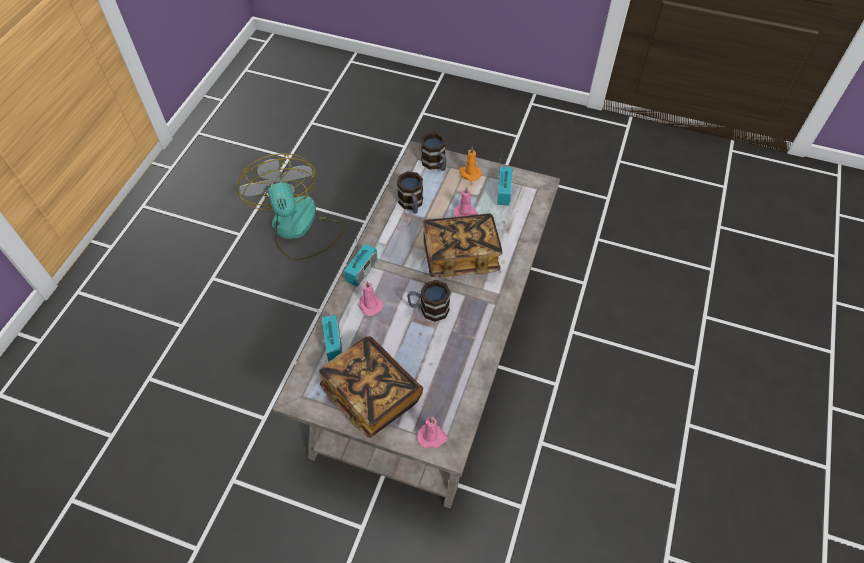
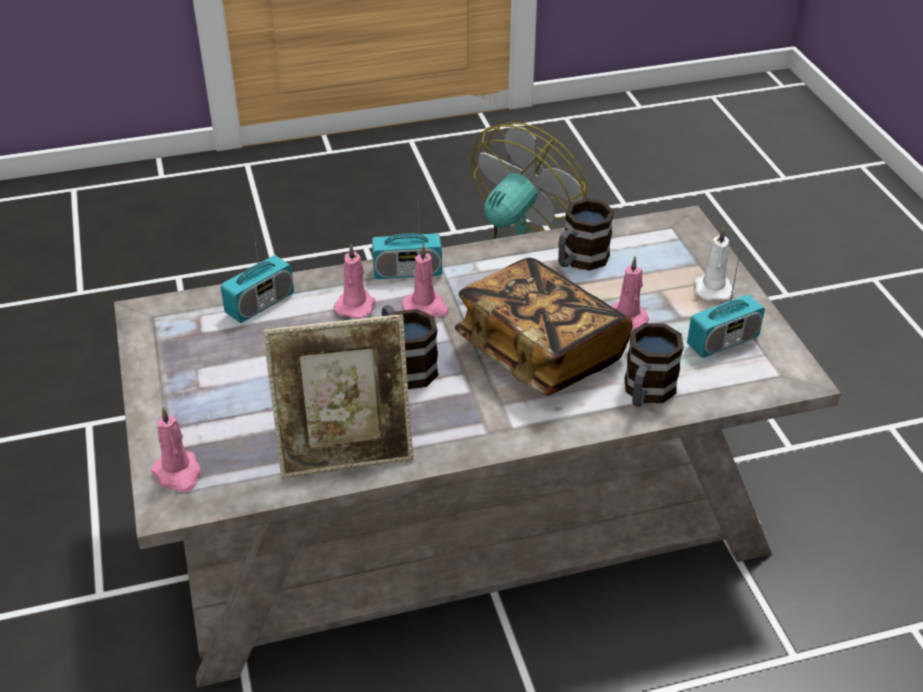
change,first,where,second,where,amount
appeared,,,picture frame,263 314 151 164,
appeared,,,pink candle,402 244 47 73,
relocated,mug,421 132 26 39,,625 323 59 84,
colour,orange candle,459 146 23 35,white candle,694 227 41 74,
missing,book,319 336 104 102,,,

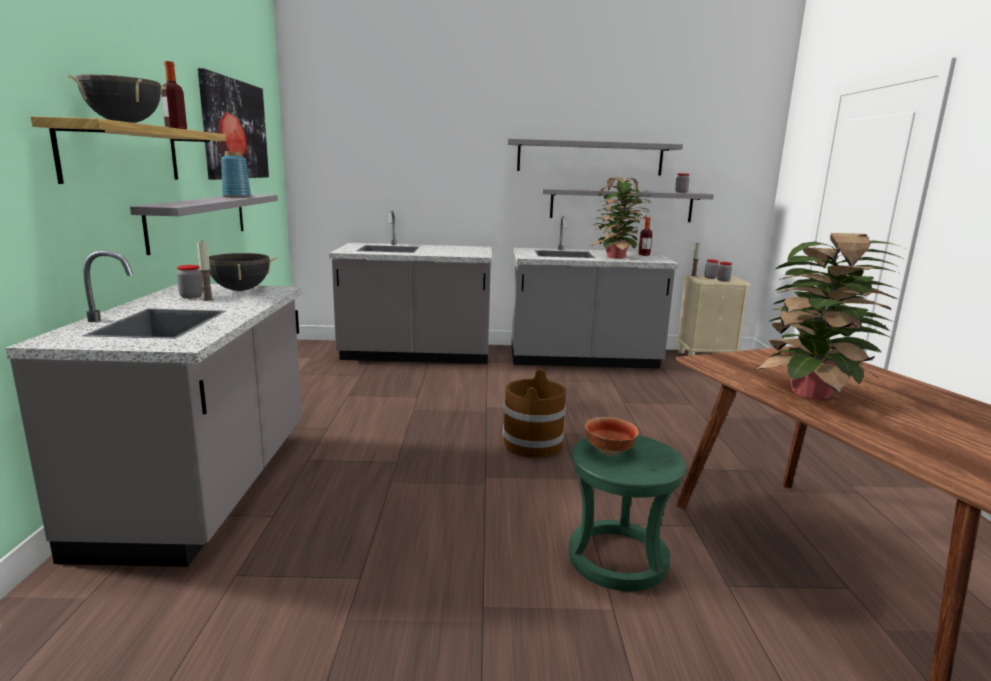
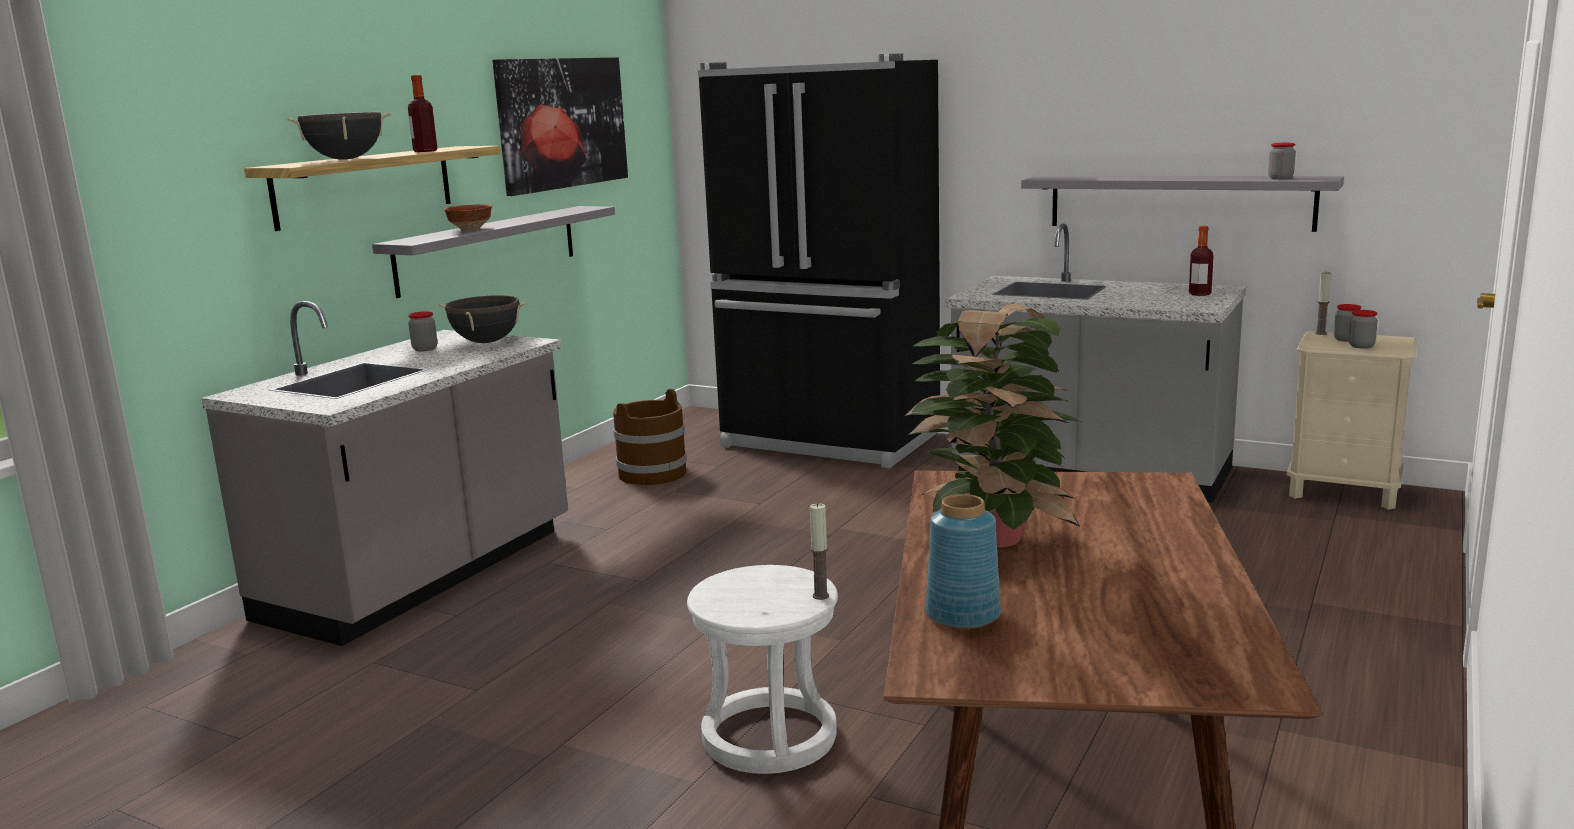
change,first,where,second,where,amount
relocated,bowl,585 417 54 38,,444 204 48 27,
relocated,brown bucket,503 369 63 89,,613 389 74 96,
colour,green stool,569 435 117 156,white stool,687 565 151 209,
exchanged,grey counter,329 211 163 153,black fridge,698 54 242 414,
relocated,candle,197 242 17 59,,810 503 19 97,
relocated,blue vase,221 151 30 47,,926 494 75 135,
missing,grey shelf,507 139 176 37,,,
missing,potted plant,591 177 59 82,,,

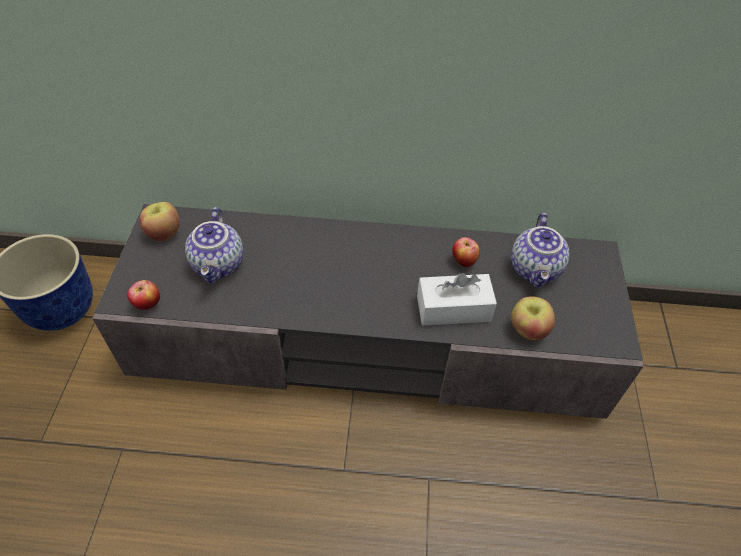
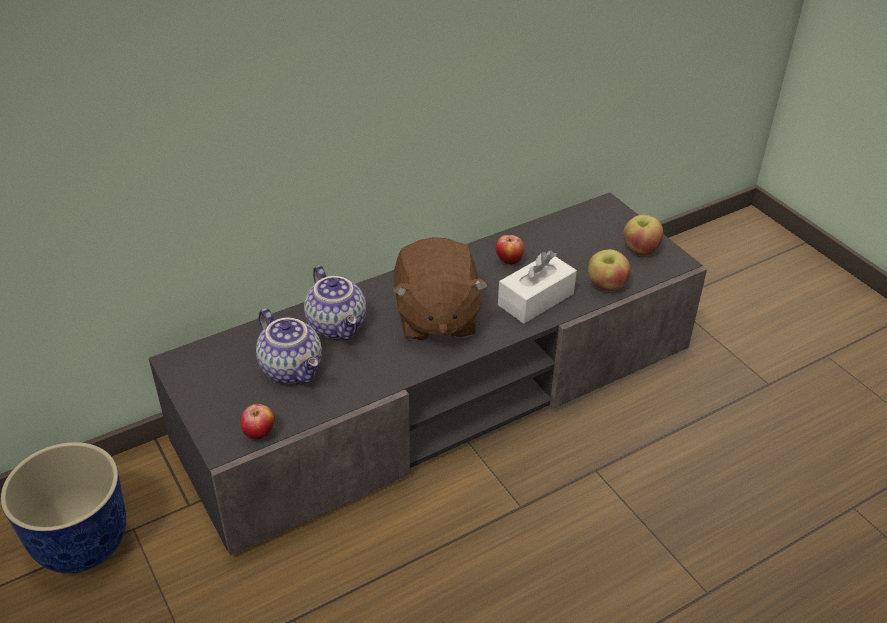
change,first,where,second,where,amount
relocated,teapot,511 213 59 75,,304 265 62 75,
appeared,,,brown plush toy,392 237 96 104,
relocated,apple,139 202 41 39,,623 215 40 41,

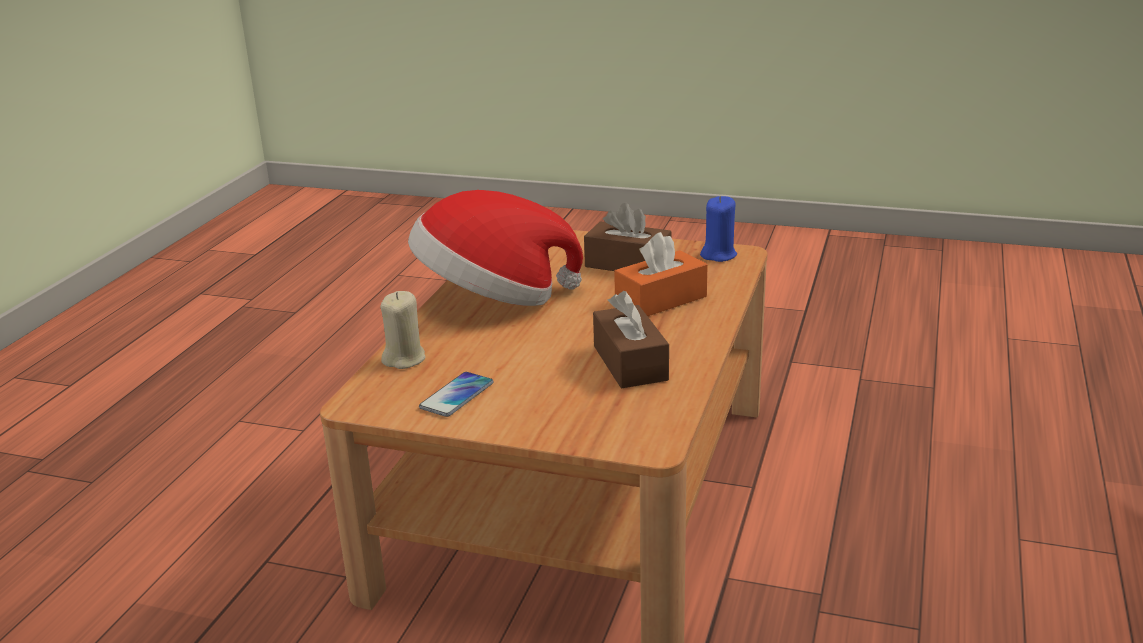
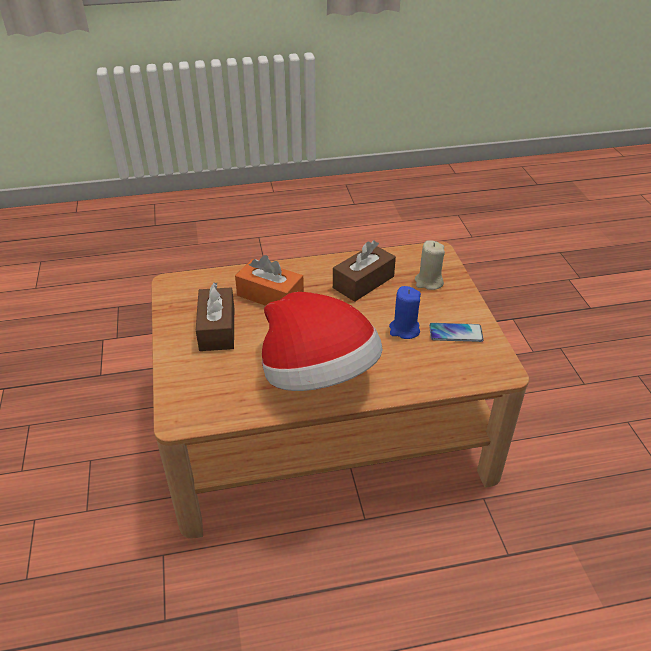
change,first,where,second,where,amount
relocated,blue candle,700 196 37 66,,389 286 32 53,
relocated,beige candle,380 291 45 78,,415 240 30 50,

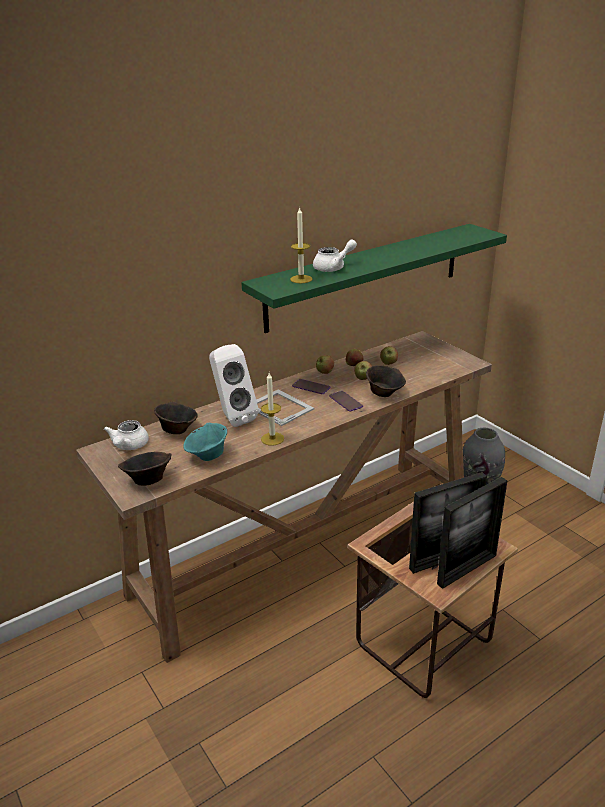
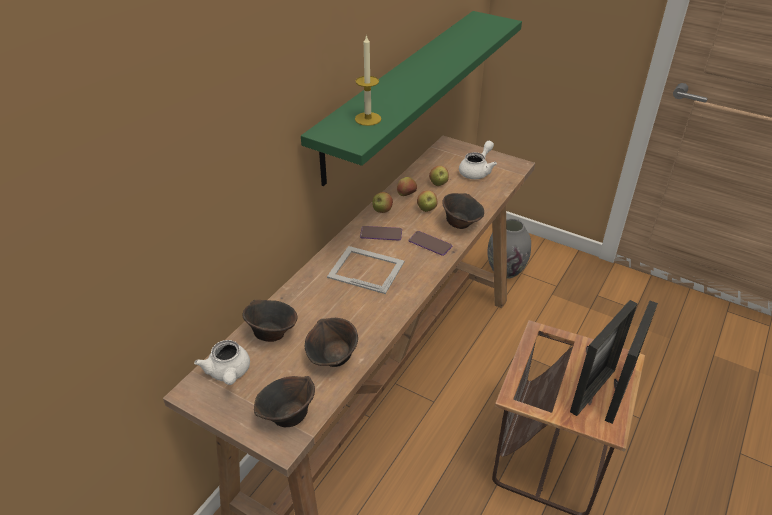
change,first,where,second,where,amount
colour,turquoise bowl,184 422 43 39,brown bowl,305 318 53 49,
relocated,white teapot,313 239 44 33,,459 141 38 38,
missing,white speaker,209 344 50 83,,,
missing,candle,261 373 23 73,,,

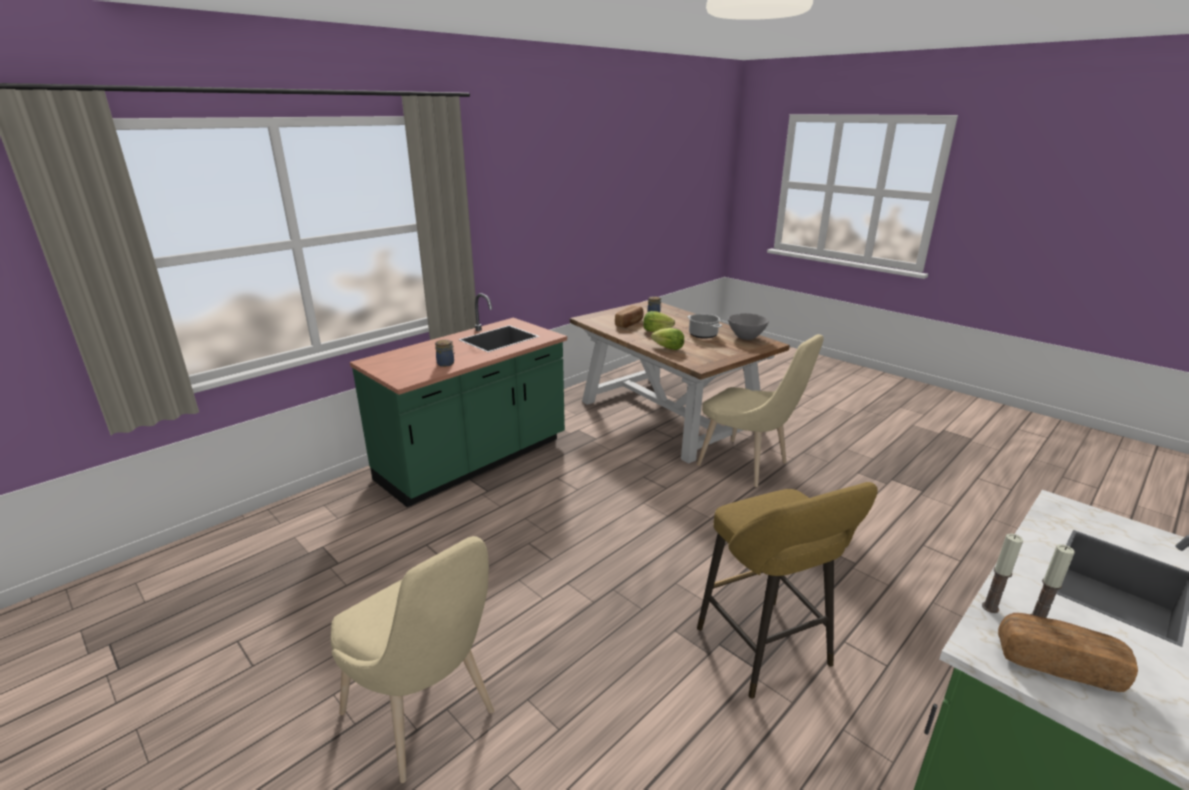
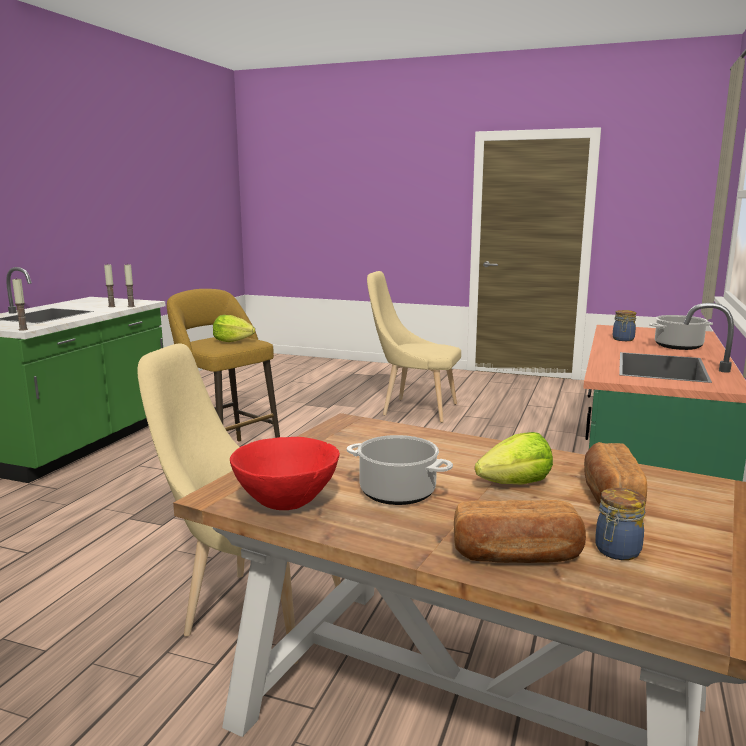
change,first,where,second,where,amount
appeared,,,candle,12 278 16 52,
relocated,lettuce,651 328 33 22,,213 315 42 27,
colour,grey bowl,728 313 41 27,red bowl,230 437 110 73,
relocated,bread,998 613 140 79,,454 500 132 63,
appeared,,,cooking pot,649 315 64 35,

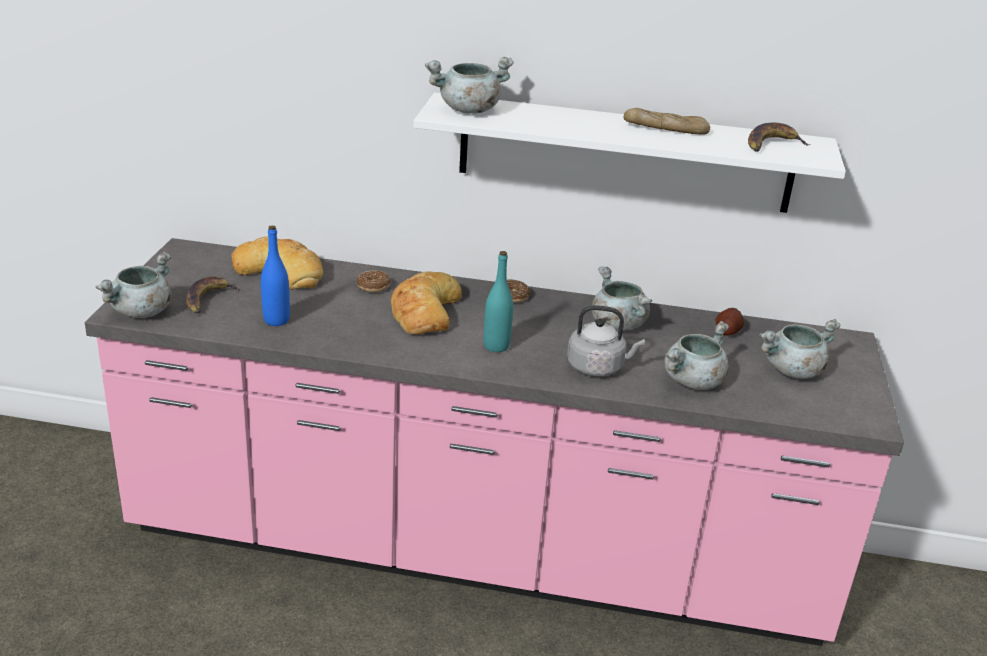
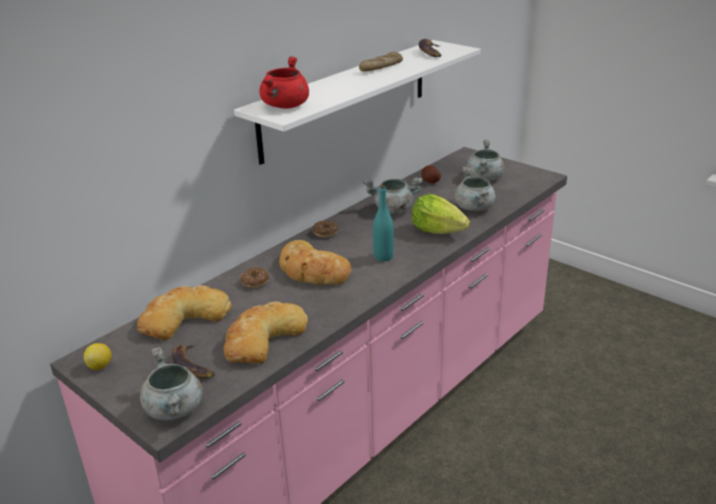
change,first,where,second,where,amount
appeared,,,lemon,83 343 29 27,
exchanged,blue bottle,261 225 29 101,bread,224 302 84 62,
colour,grey cooking pot,425 57 89 57,red cooking pot,259 56 50 53,
exchanged,grey kettle,567 305 78 72,lettuce,412 194 58 40,

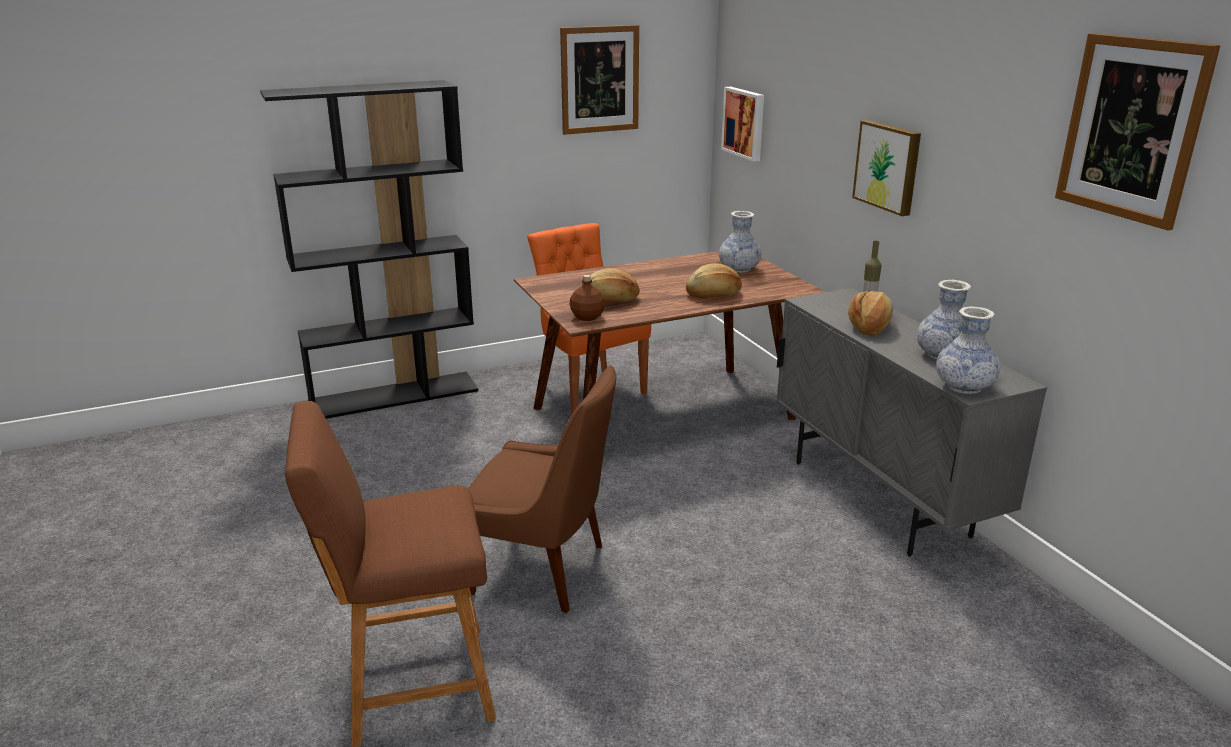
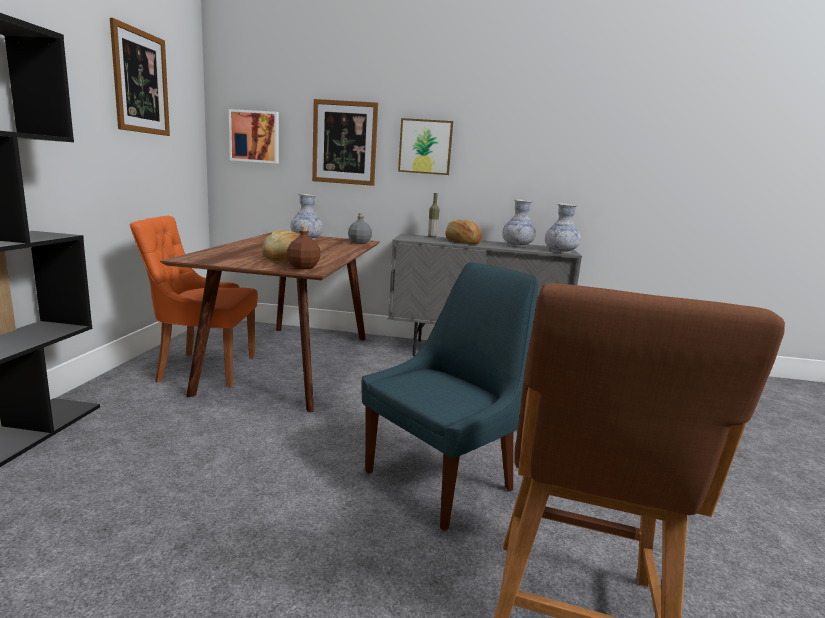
change,first,where,second,where,amount
relocated,picture,1055 33 165 198,,312 99 66 87,
appeared,,,grey bottle,348 213 24 31,
colour,brown chair,468 365 148 248,blue chair,362 262 176 269,
missing,bread,686 263 56 35,,,

